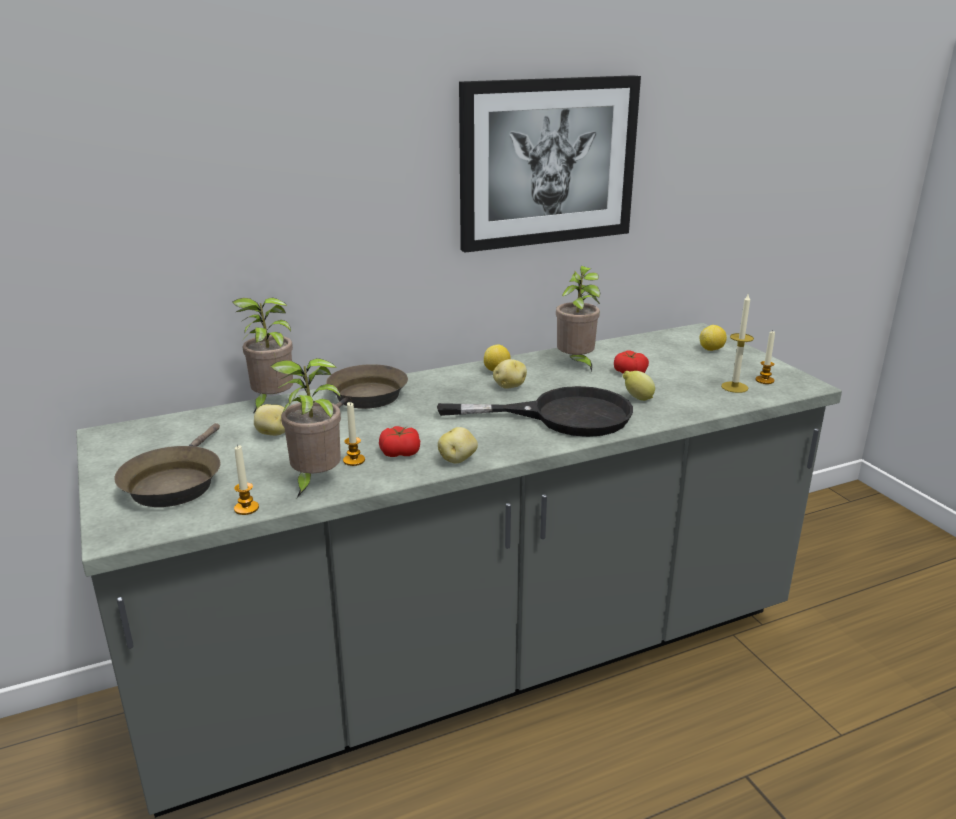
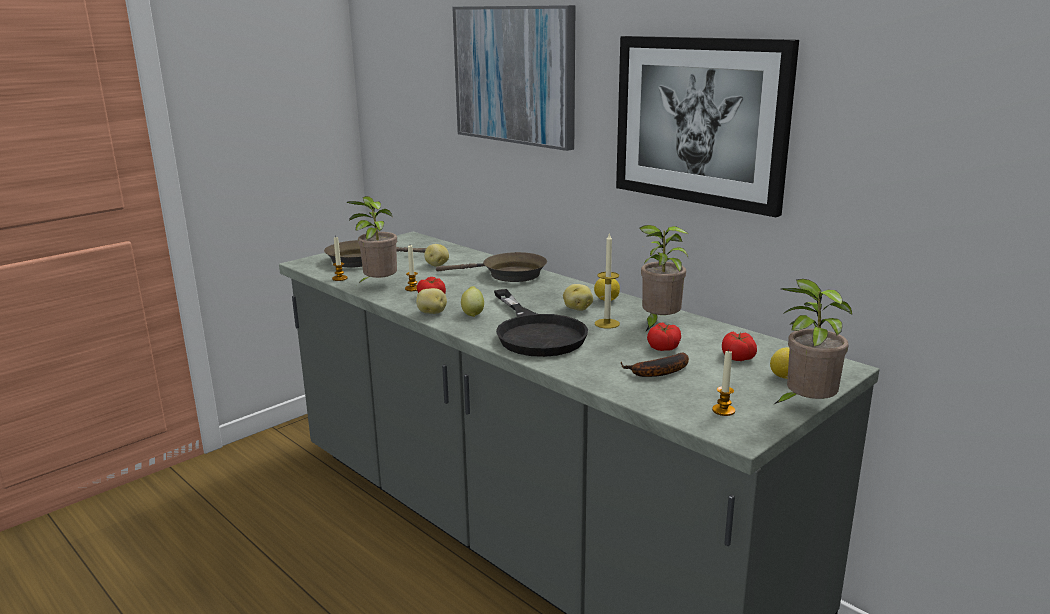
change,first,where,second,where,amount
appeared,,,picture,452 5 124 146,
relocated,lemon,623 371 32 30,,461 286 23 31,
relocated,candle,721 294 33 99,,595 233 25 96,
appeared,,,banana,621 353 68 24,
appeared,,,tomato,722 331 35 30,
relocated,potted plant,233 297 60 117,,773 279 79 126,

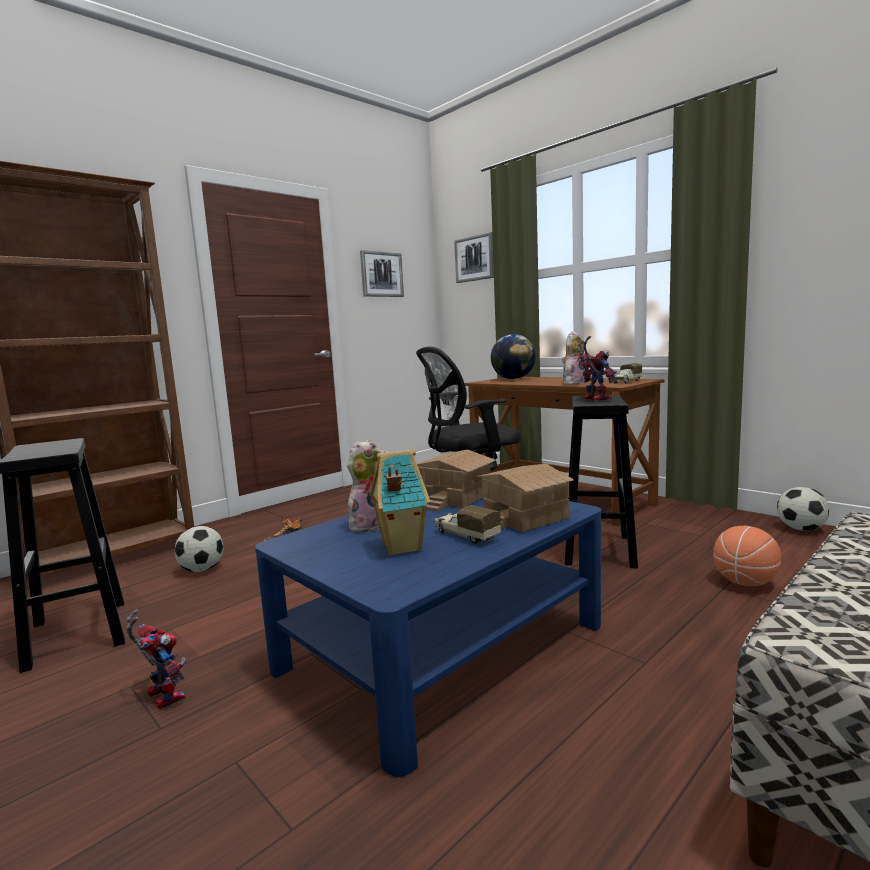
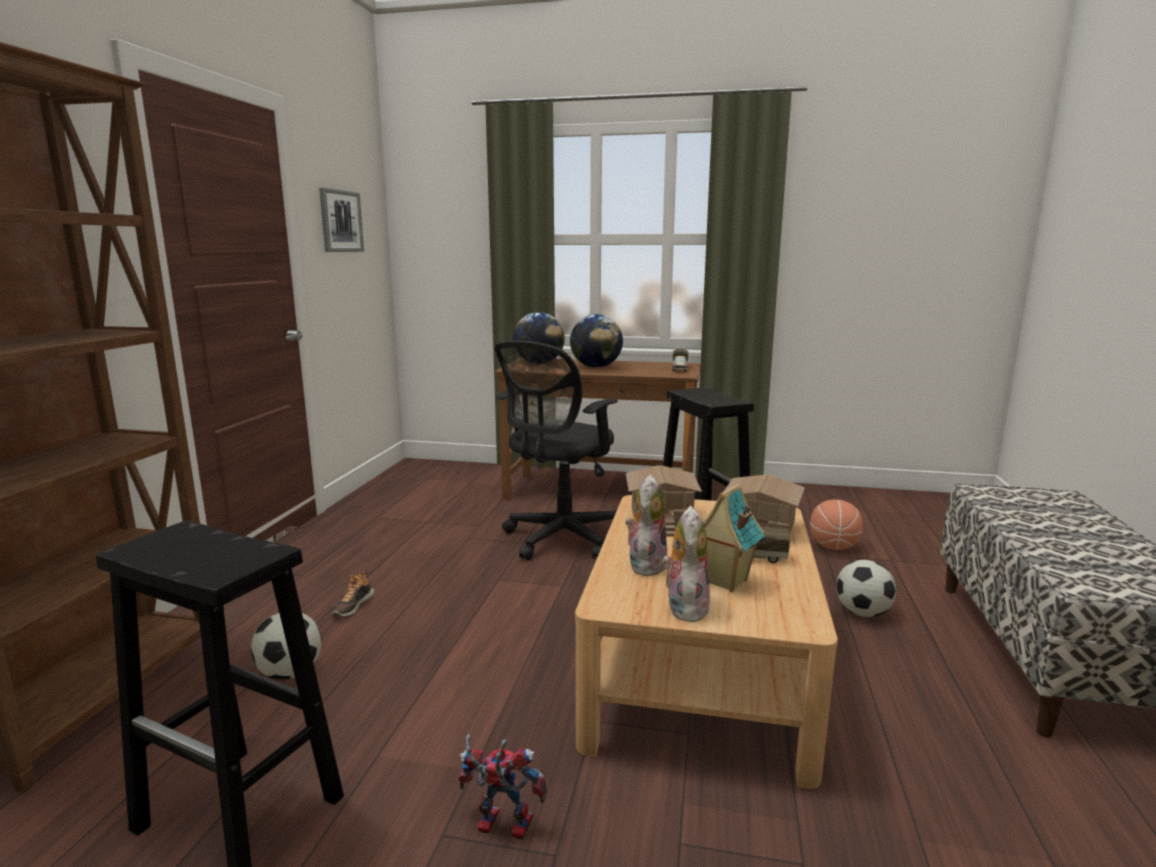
change,first,where,second,where,amount
appeared,,,globe,570 314 53 54,
colour,blue coffee table,255 497 346 280,beige coffee table,575 495 263 294,
relocated,plush toy,562 331 23 54,,662 506 48 117,
relocated,football,777 487 52 44,,836 560 60 57,
missing,picture,454 232 40 51,,,
missing,toy robot,577 336 40 65,,,

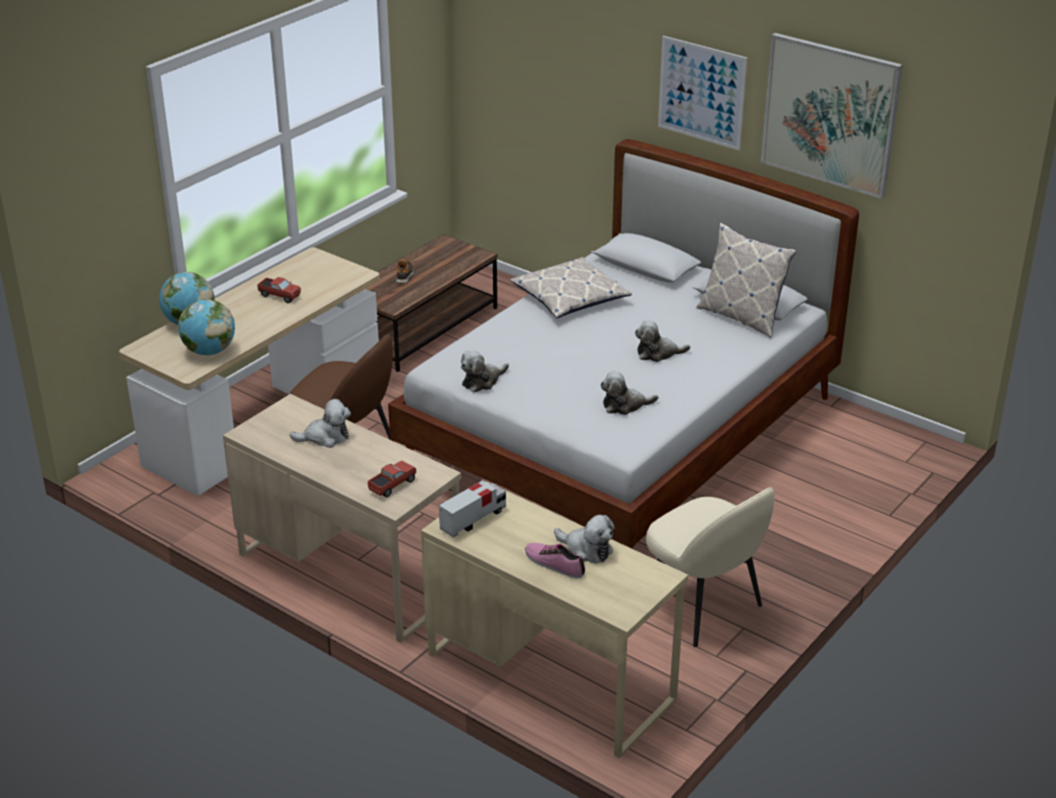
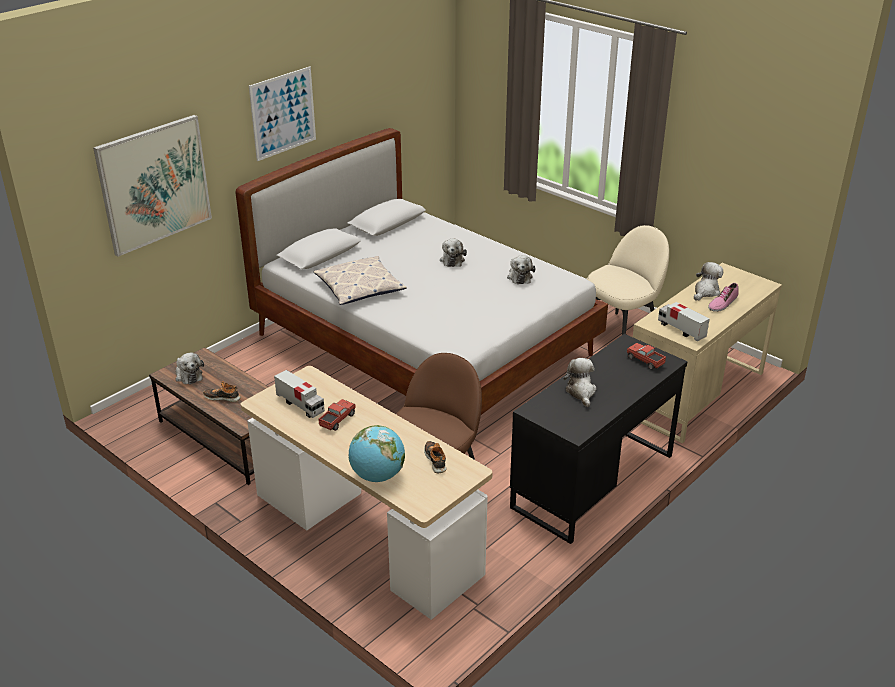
change,first,where,second,where,amount
relocated,picture,761 33 142 166,,93 115 119 142,
relocated,plush toy,461 351 48 41,,175 353 29 31,
appeared,,,toy truck,274 370 51 48,
exchanged,globe,178 299 57 56,shoe,424 441 23 32,
colour,beige desk,223 394 238 249,black desk,510 334 178 210,
missing,pillow,696 223 100 115,,,

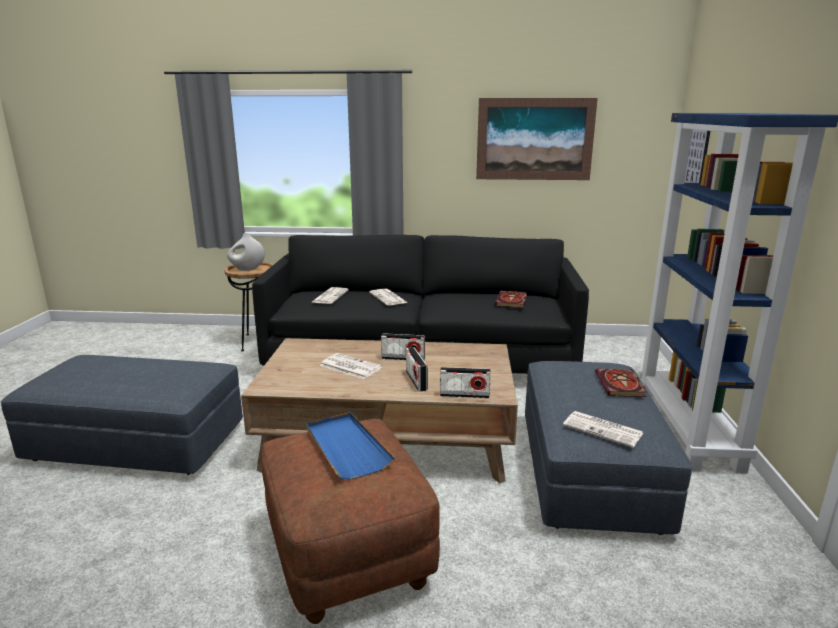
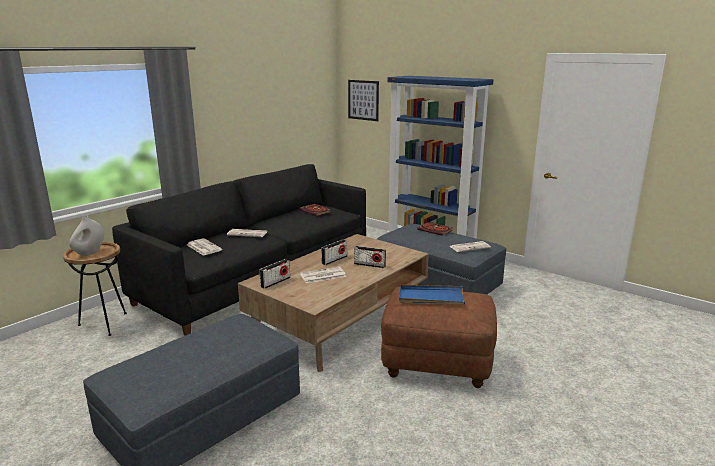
change,first,where,second,where,amount
relocated,radio,440 367 51 31,,260 259 30 30,
missing,picture,476 98 122 82,,,

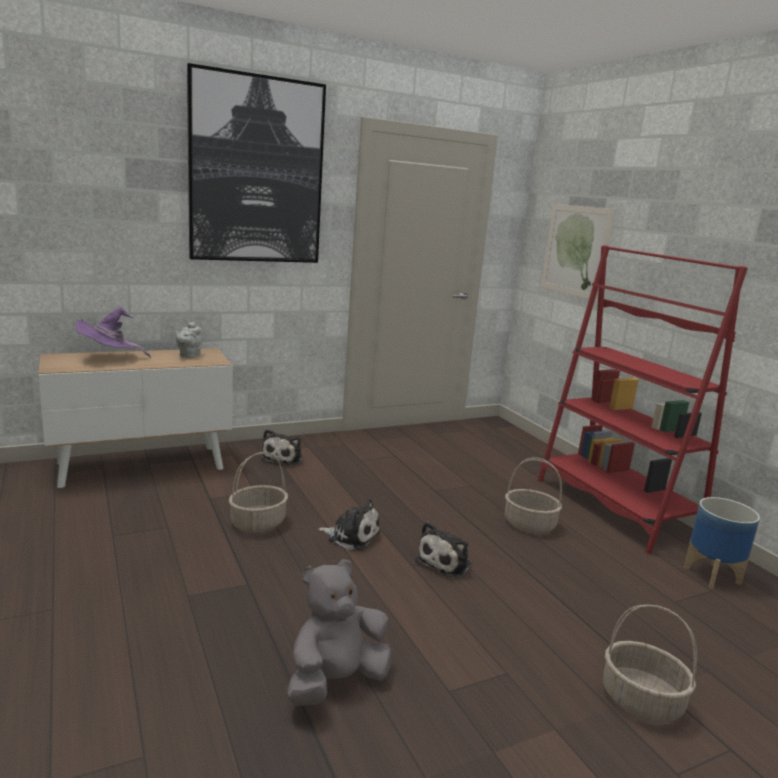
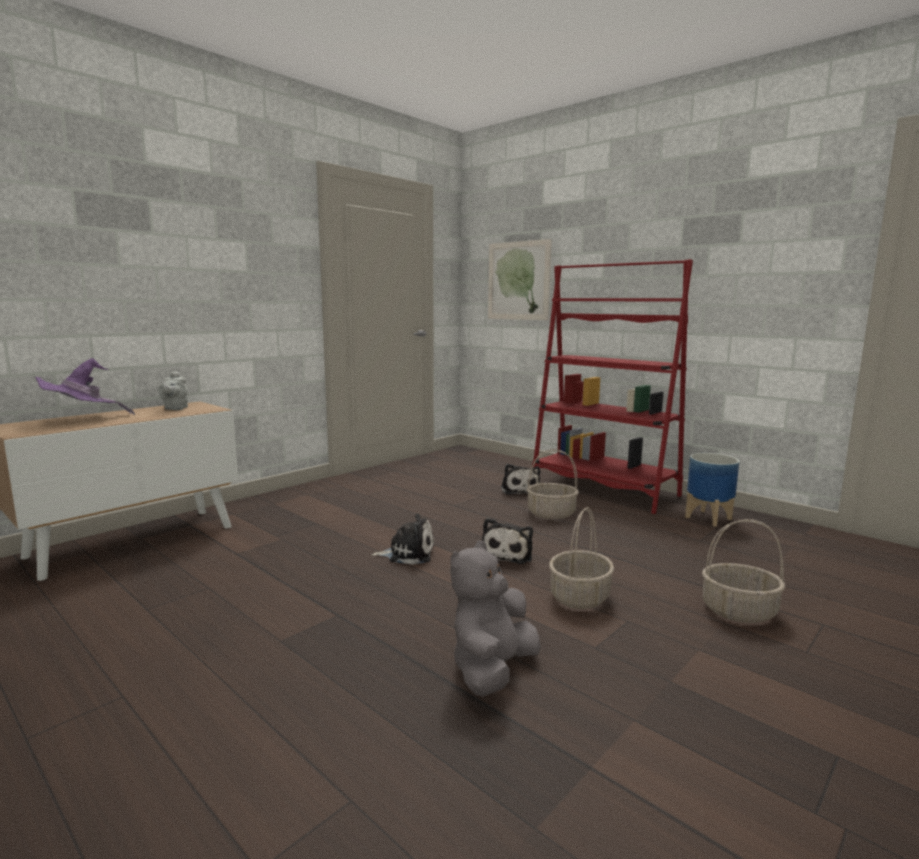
change,first,where,second,where,amount
relocated,plush toy,261 429 42 36,,501 464 39 31,
relocated,basket,229 452 59 81,,549 507 65 102,
missing,picture,187 63 139 200,,,

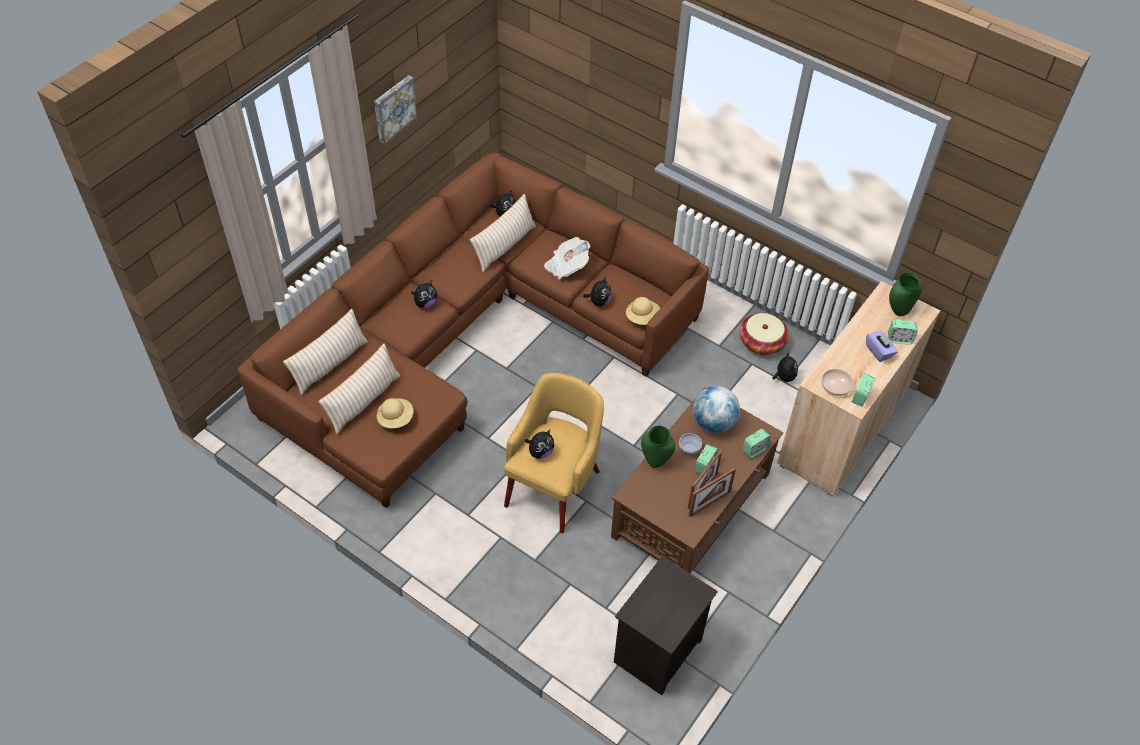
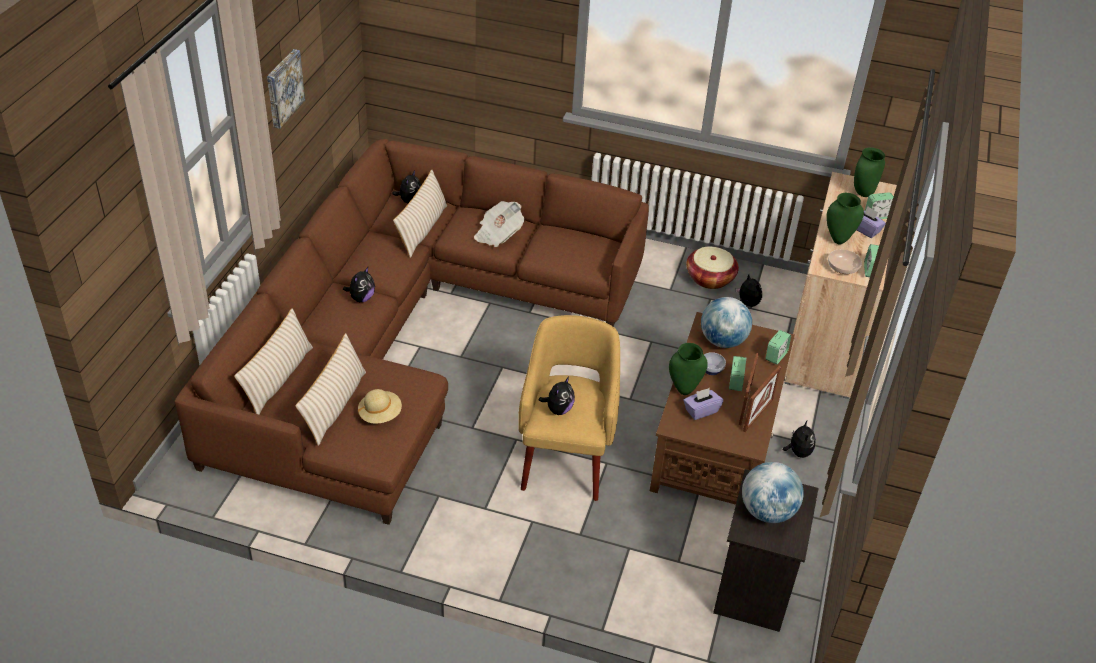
change,first,where,second,where,amount
appeared,,,purple tissue box,684 388 39 32,
appeared,,,globe,742 462 62 61,
relocated,plush toy,583 276 29 31,,783 421 33 37,
appeared,,,green vase,826 193 38 52,
missing,beige hat,626 297 34 28,,,

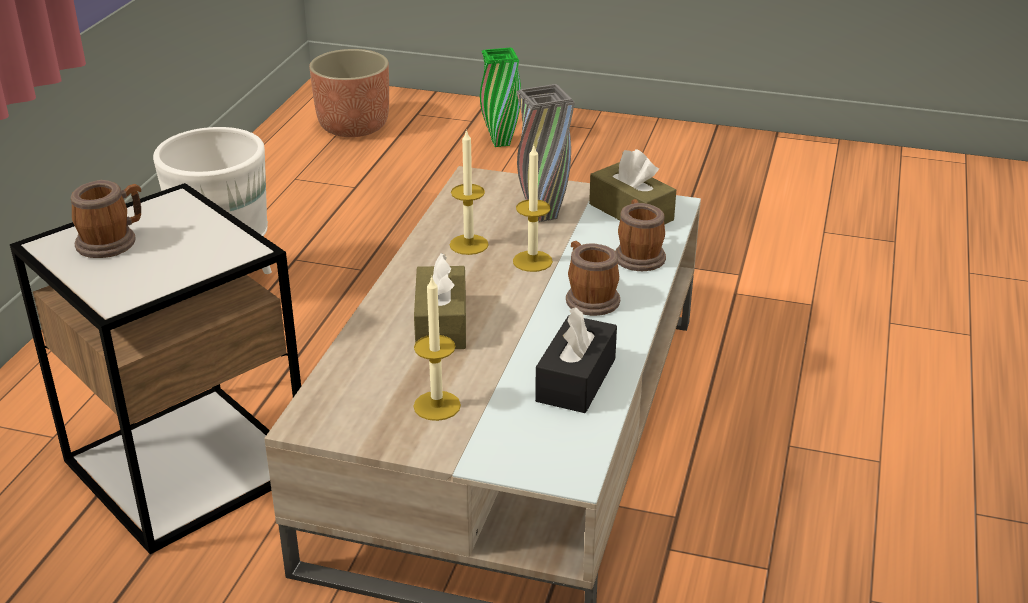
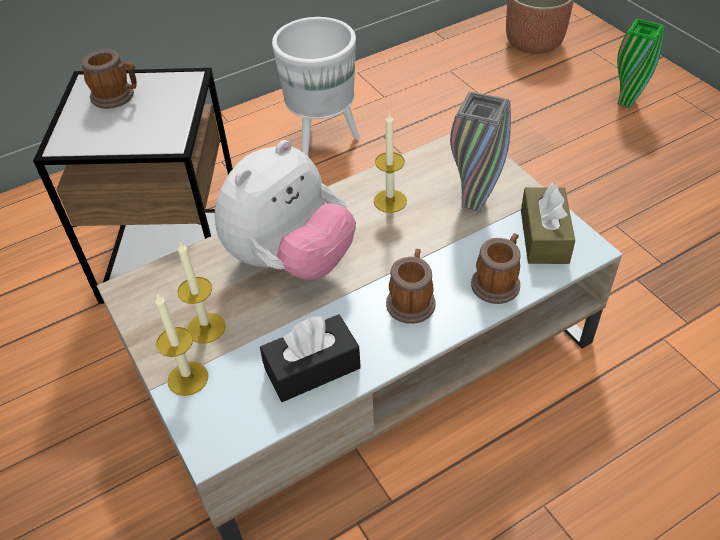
change,first,where,second,where,amount
relocated,candle,513 146 40 126,,155 293 53 103,
exchanged,brown tissue box,414 253 52 96,plush toy,214 140 142 140,

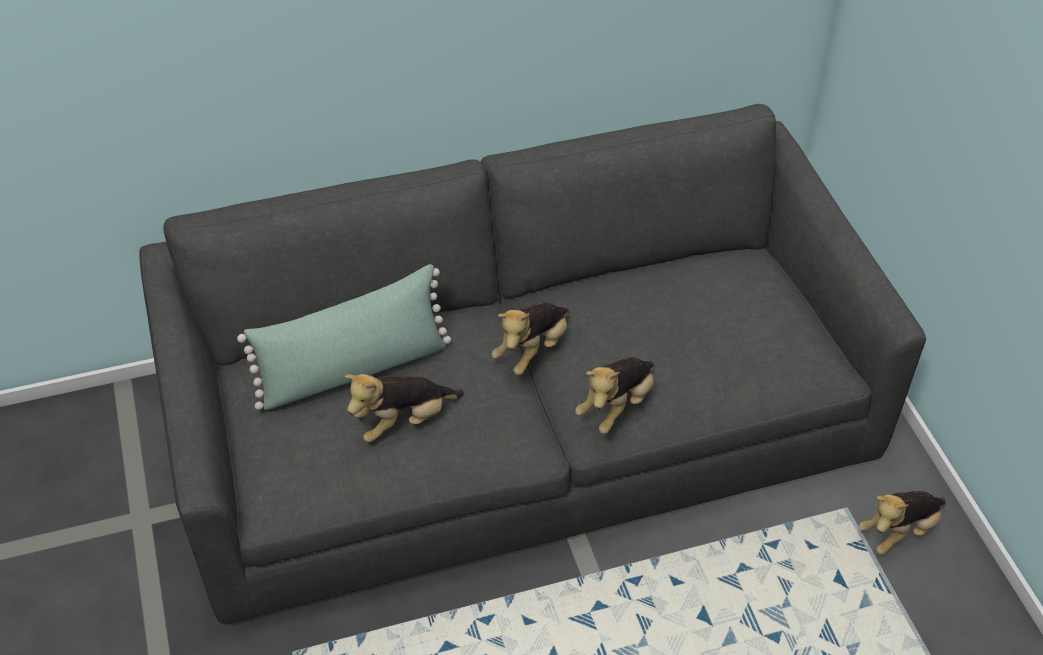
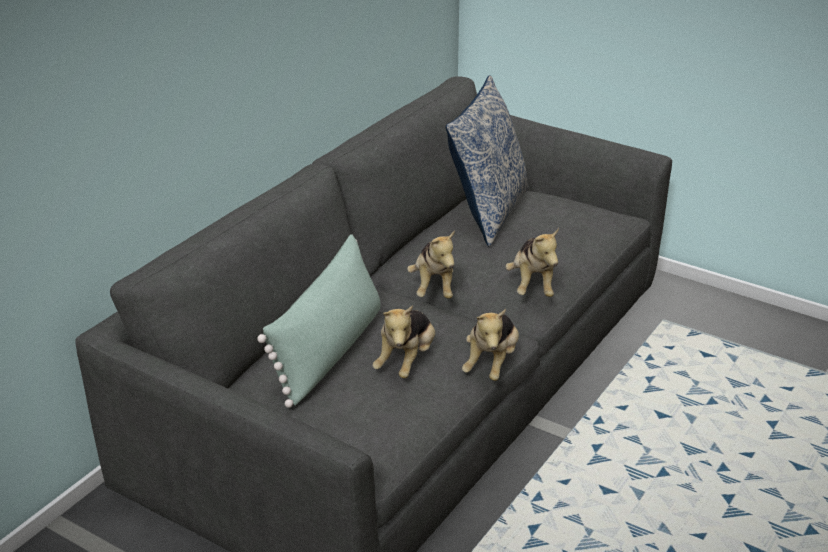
change,first,where,second,where,amount
appeared,,,pillow,446 75 83 172,
relocated,plush toy,859 491 87 64,,462 309 57 72,

